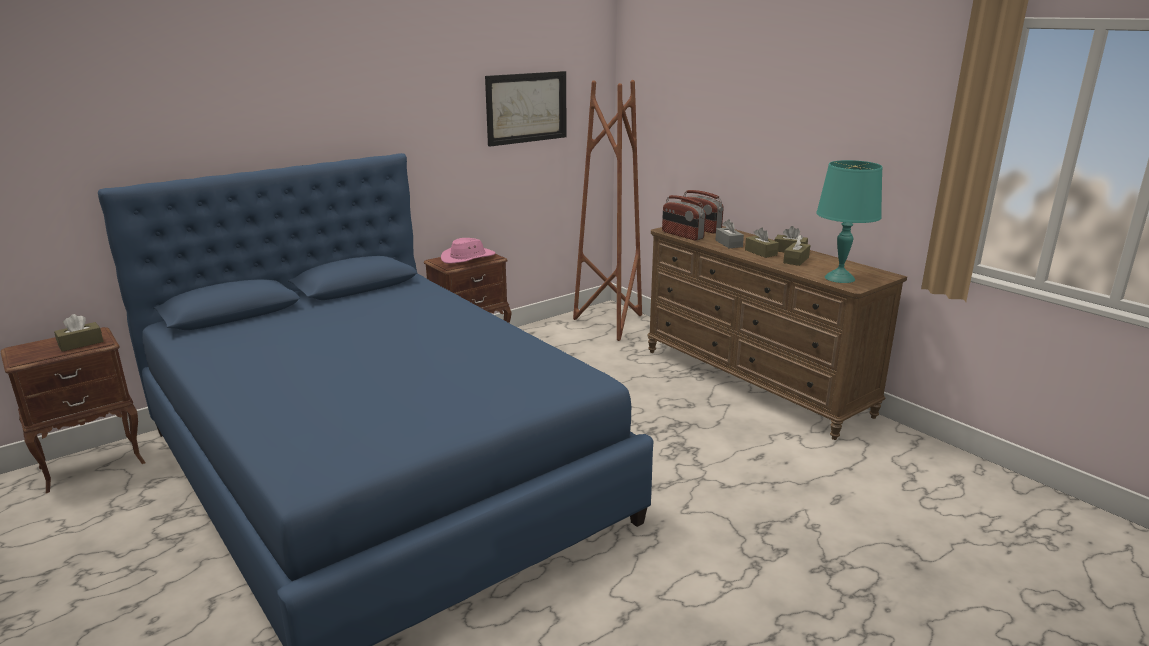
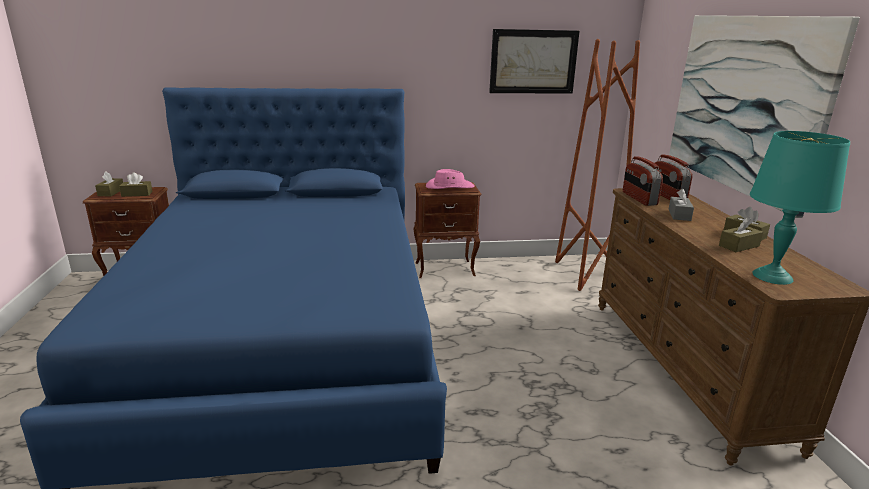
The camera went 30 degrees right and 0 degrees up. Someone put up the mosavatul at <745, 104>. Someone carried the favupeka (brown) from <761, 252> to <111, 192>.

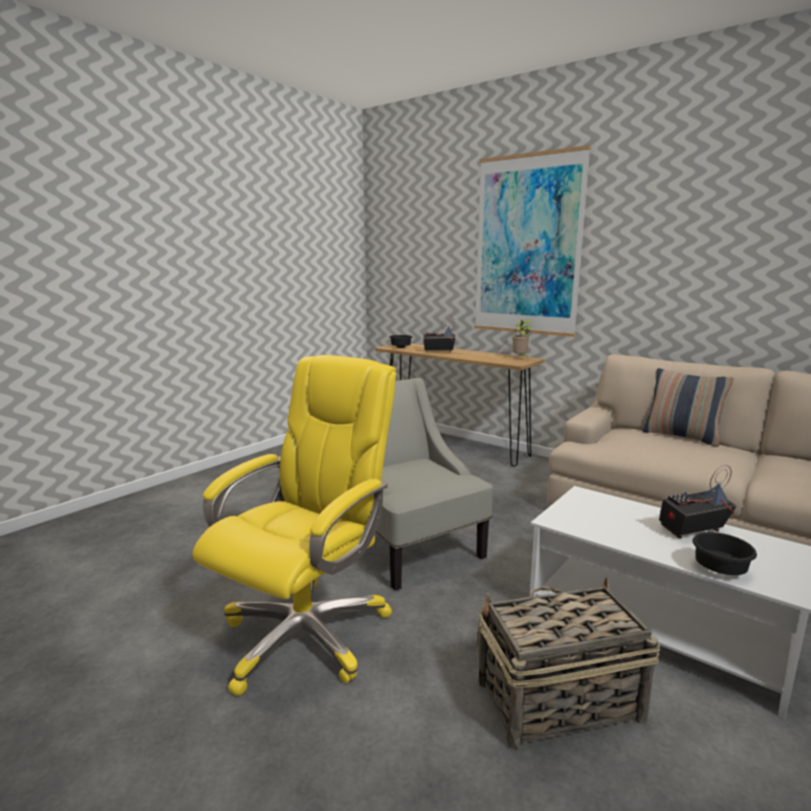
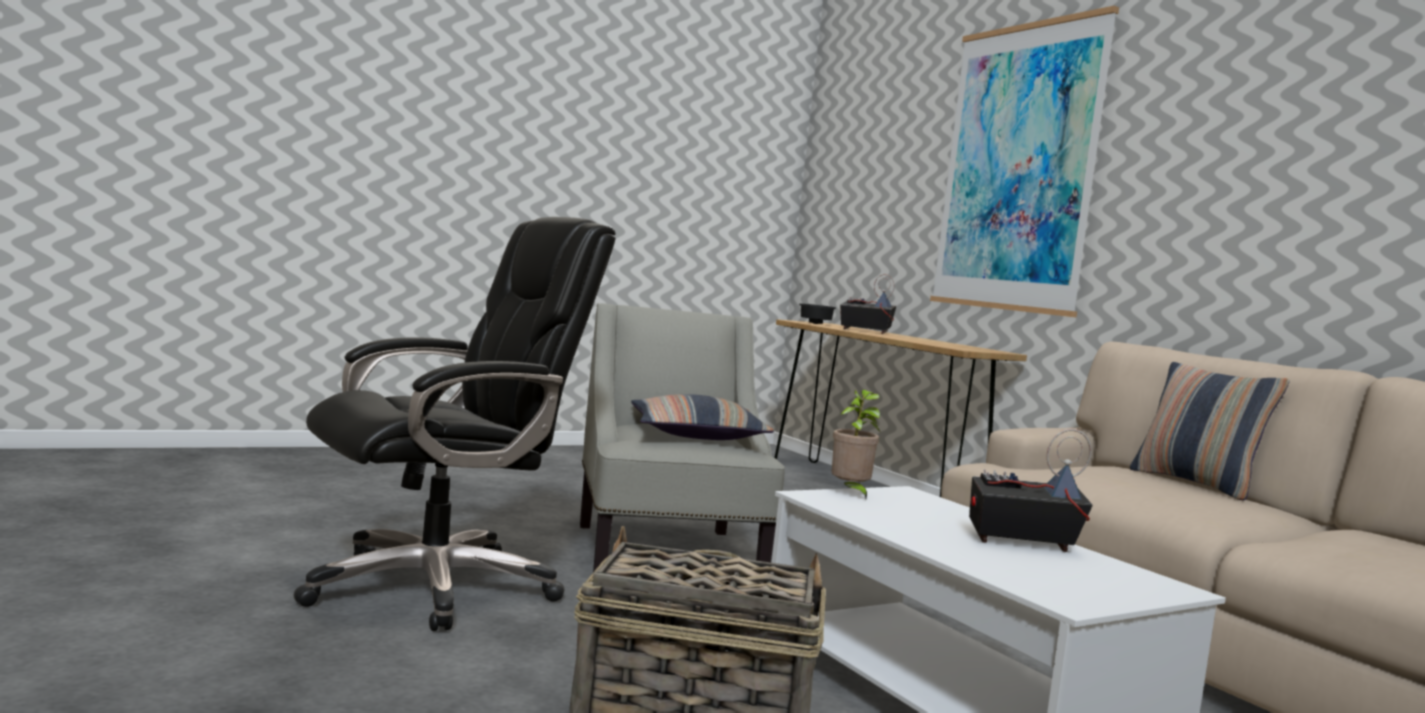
The camera went 20 degrees right and 10 degrees down. Someone took away the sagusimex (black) at <718, 568>. Someone put down the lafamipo at <696, 435>. Someone carried the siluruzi from <520, 358> to <850, 493>. Someone repainted the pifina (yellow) at <306, 633>, which became the pifina (black) at <437, 587>.

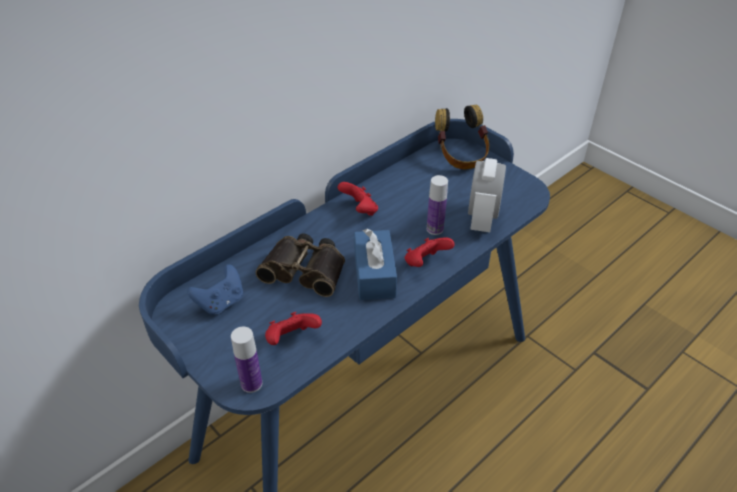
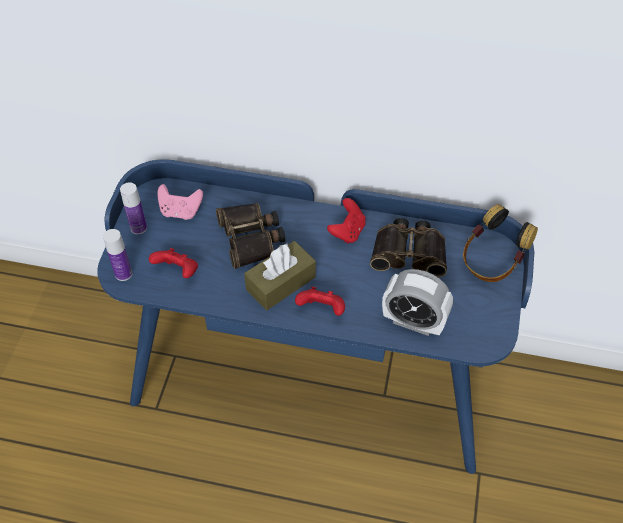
The camera went 55 degrees right and 10 degrees up. Someone put down the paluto at <409, 252>. Someone carried the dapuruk from <435, 229> to <138, 228>. Someone repainted the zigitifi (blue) at <221, 302>, which became the zigitifi (pink) at <181, 211>. Someone repainted the favupeka (blue) at <374, 274>, which became the favupeka (brown) at <281, 283>. Someone rotated the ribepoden at <482, 219> by 135 degrees counterclockwise.

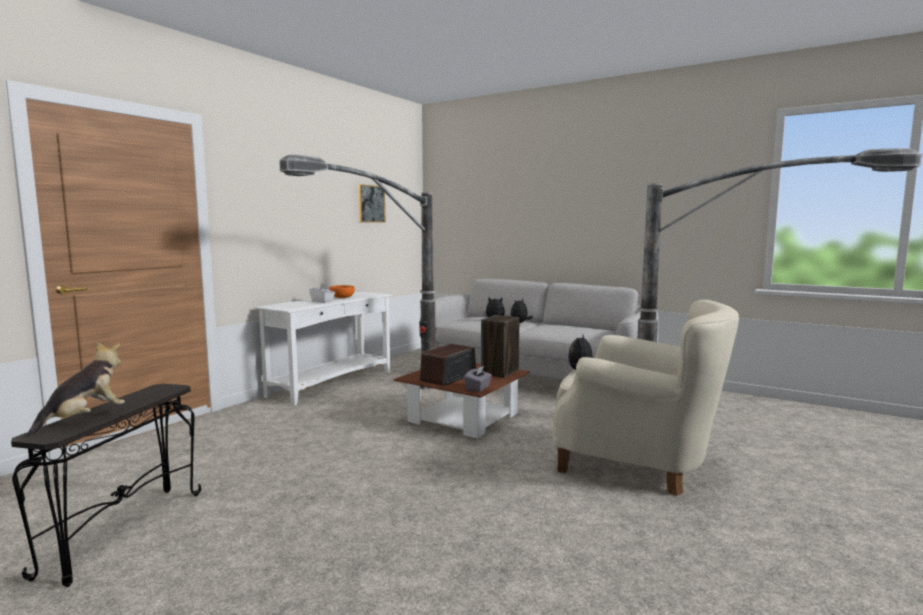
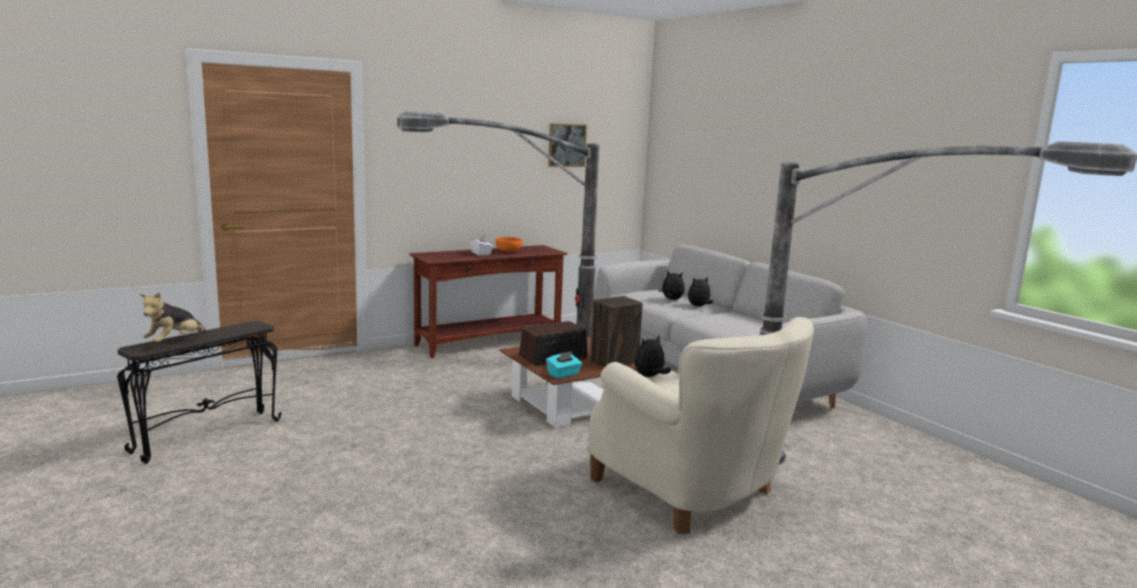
The camera went 25 degrees right and 5 degrees up. Someone repainted the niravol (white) at <332, 384>, which became the niravol (brown) at <489, 342>. Someone repainted the favupeka (grey) at <478, 388>, which became the favupeka (turquoise) at <563, 375>. Someone rotated the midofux at <85, 419> by 150 degrees clockwise.

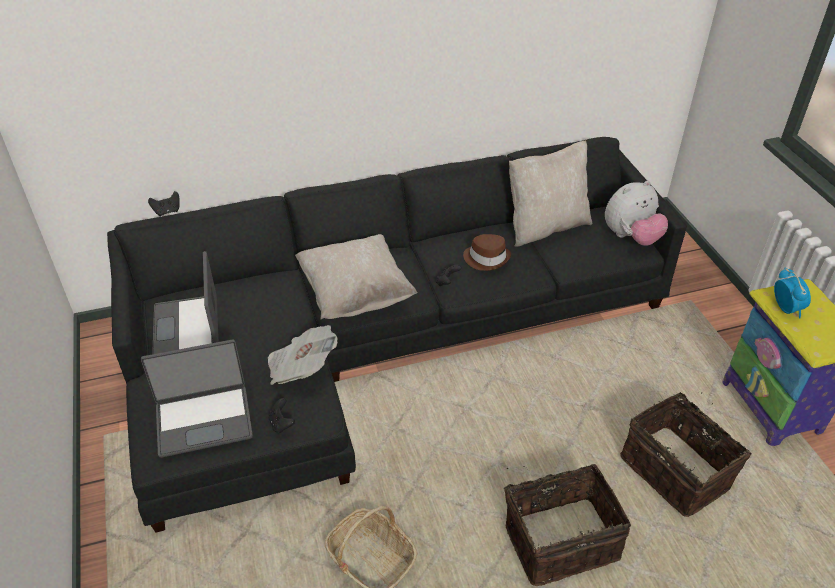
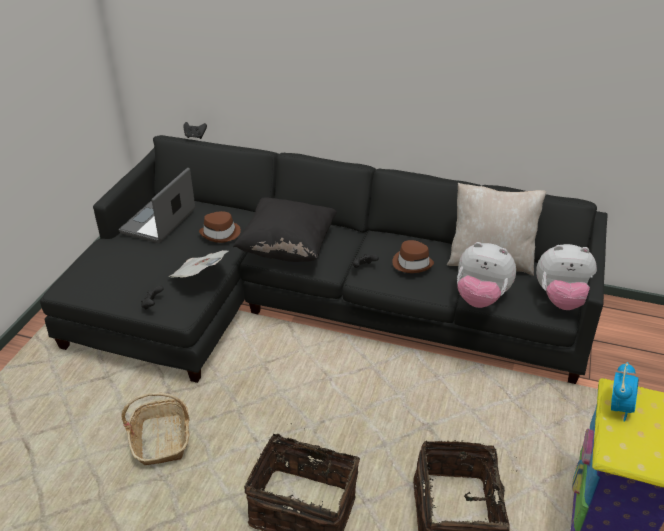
The camera went 35 degrees right and 5 degrees down. Someone took away the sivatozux at <204, 420>. Someone put down the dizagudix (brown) at <221, 233>. Someone put down the midofux at <480, 298>. Someone repainted the lafamipo (beige) at <355, 295>, which became the lafamipo (black) at <287, 248>.

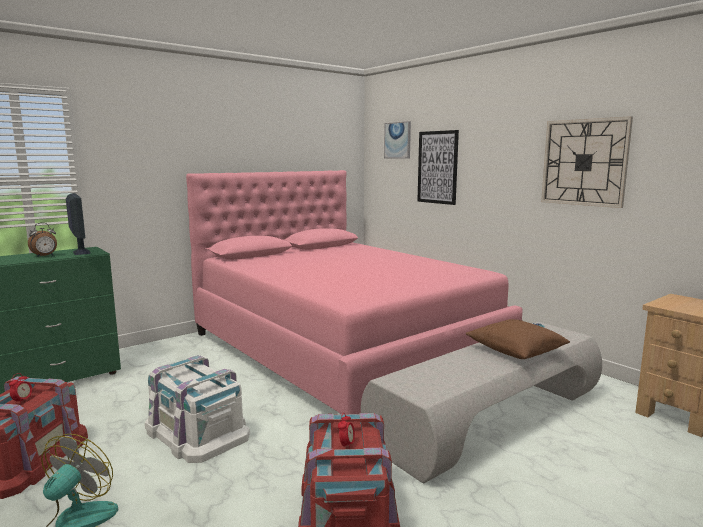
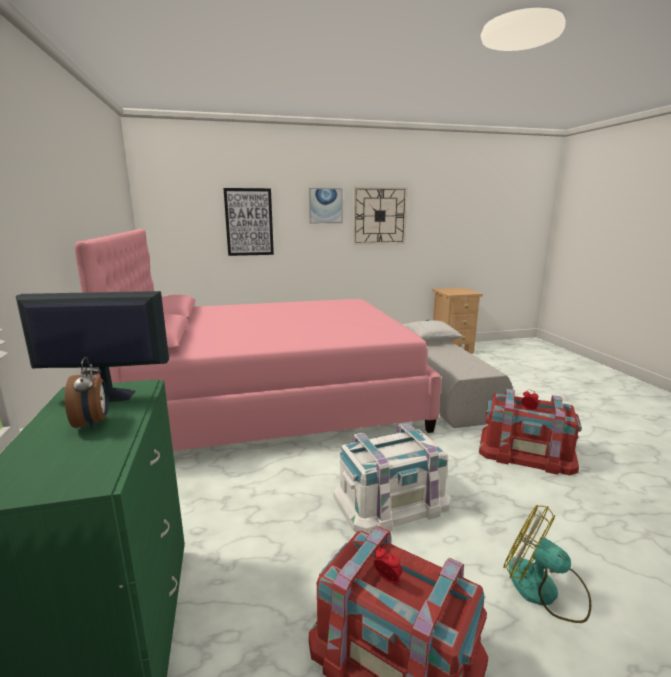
The camera went 65 degrees left and 5 degrees up. Someone carried the mosavatul from <397, 140> to <325, 205>. Someone repainted the lafamipo (brown) at <516, 351>, which became the lafamipo (grey) at <431, 339>.

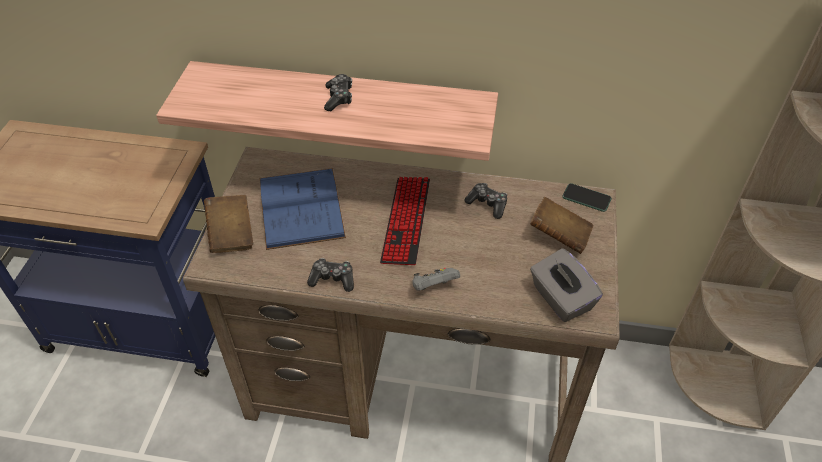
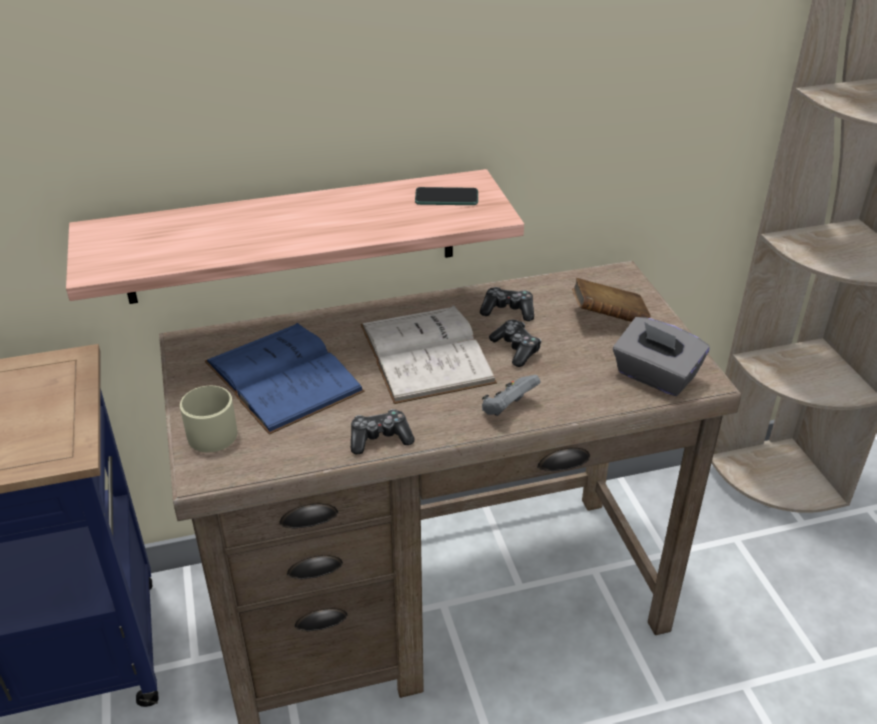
The camera went 25 degrees left and 10 degrees down. Someone carried the zigitifi from <339, 98> to <516, 349>. Someone carried the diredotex from <586, 198> to <446, 198>. Someone swapped the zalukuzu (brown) at <231, 234> for the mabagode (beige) at <209, 431>. Someone swapped the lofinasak at <406, 221> for the zalukuzu (white) at <426, 353>.

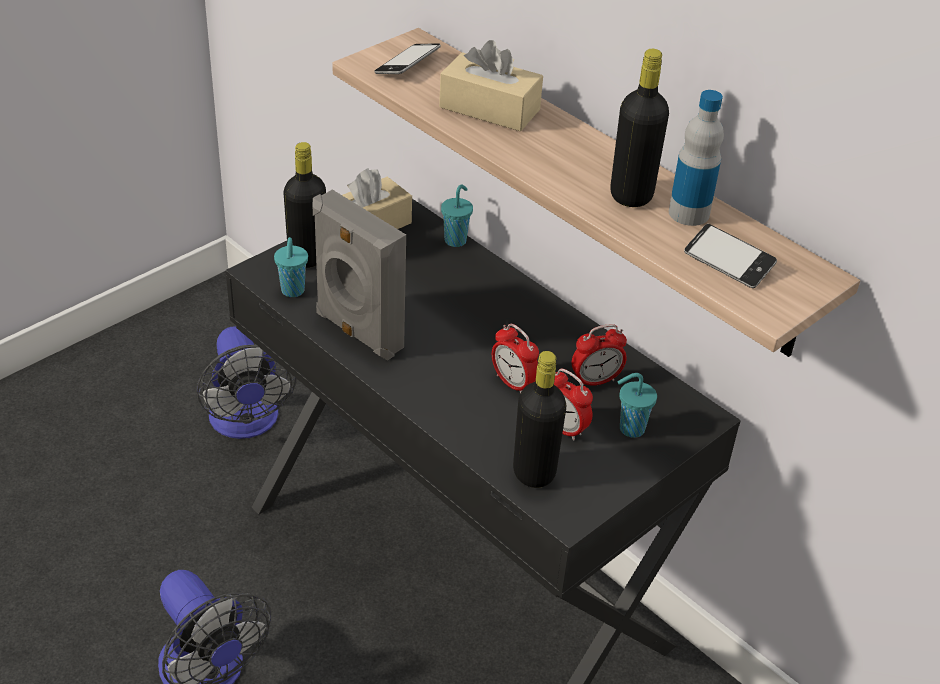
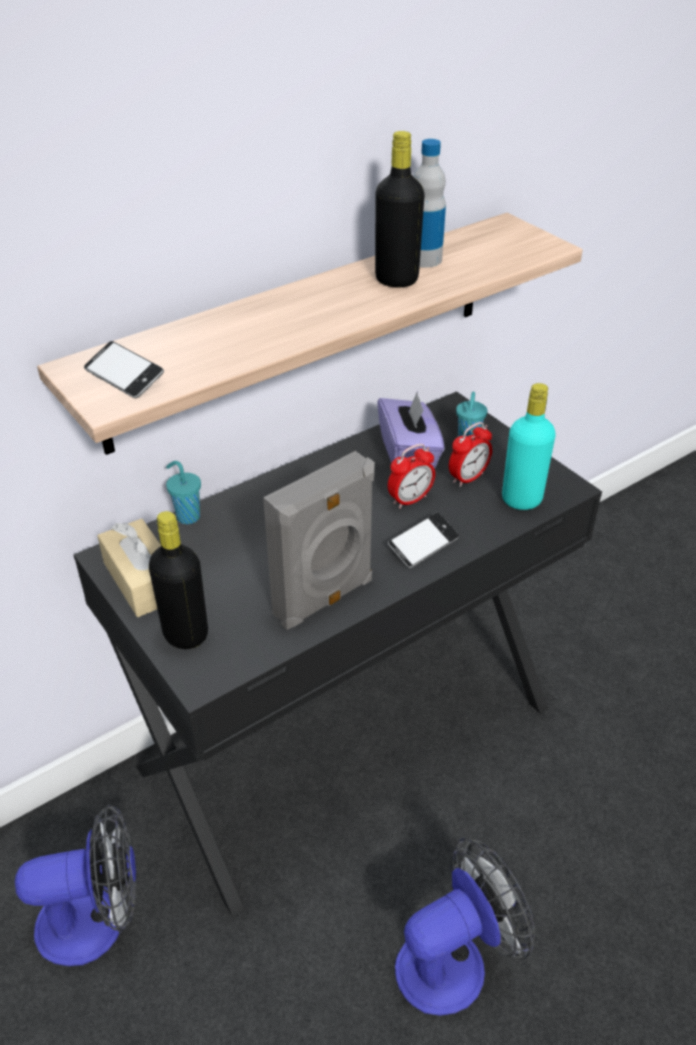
The camera went 80 degrees left and 0 degrees up. Someone took away the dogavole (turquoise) at <292, 291>. Someone took away the favupeka (beige) at <489, 108>. Someone carried the diredotex from <728, 262> to <423, 545>. Someone swapped the ribepoden at <595, 380> for the favupeka (purple) at <409, 453>. Someone repainted the dapuruk (black) at <534, 472>, which became the dapuruk (turquoise) at <521, 499>.

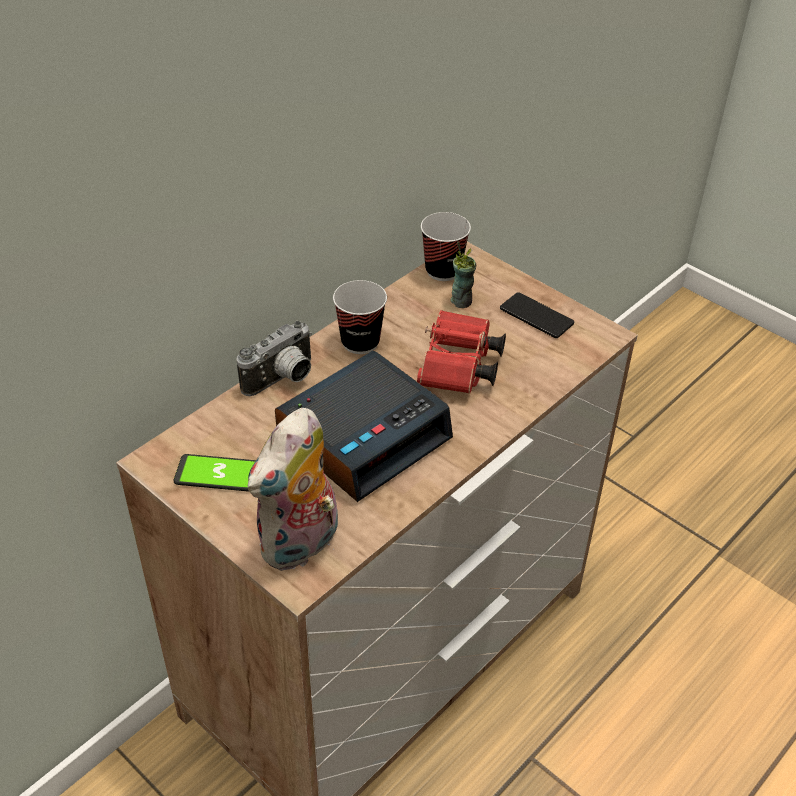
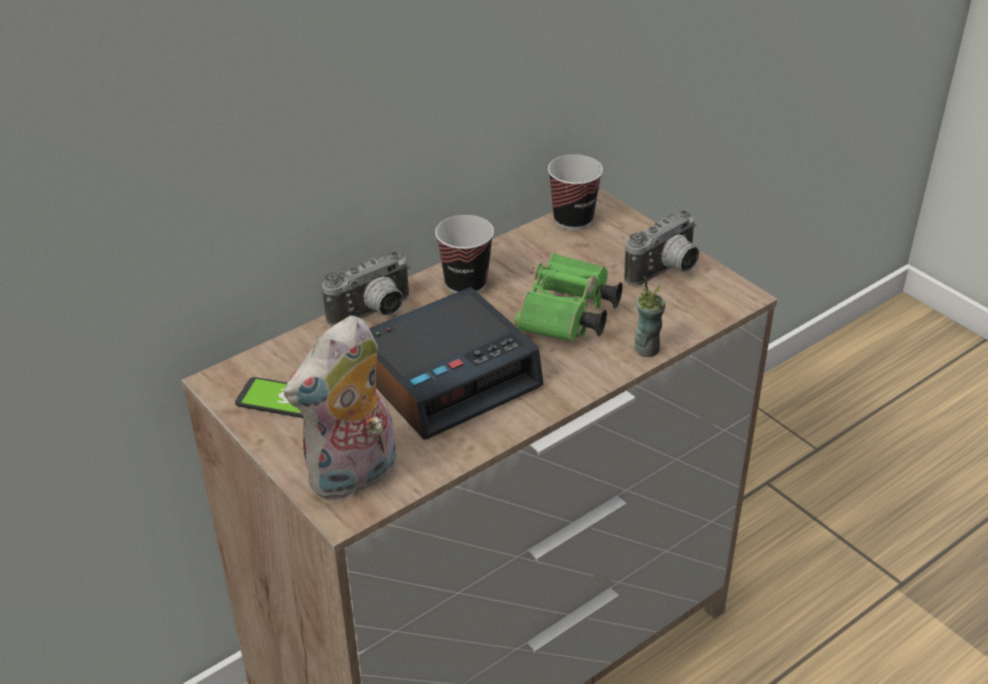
The camera went 10 degrees right and 5 degrees down. Someone carried the dogavole from <461, 301> to <647, 348>. Someone swapped the diredotex at <536, 316> for the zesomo at <666, 272>. Someone repainted the paluto (red) at <459, 369>, which became the paluto (green) at <567, 318>.

